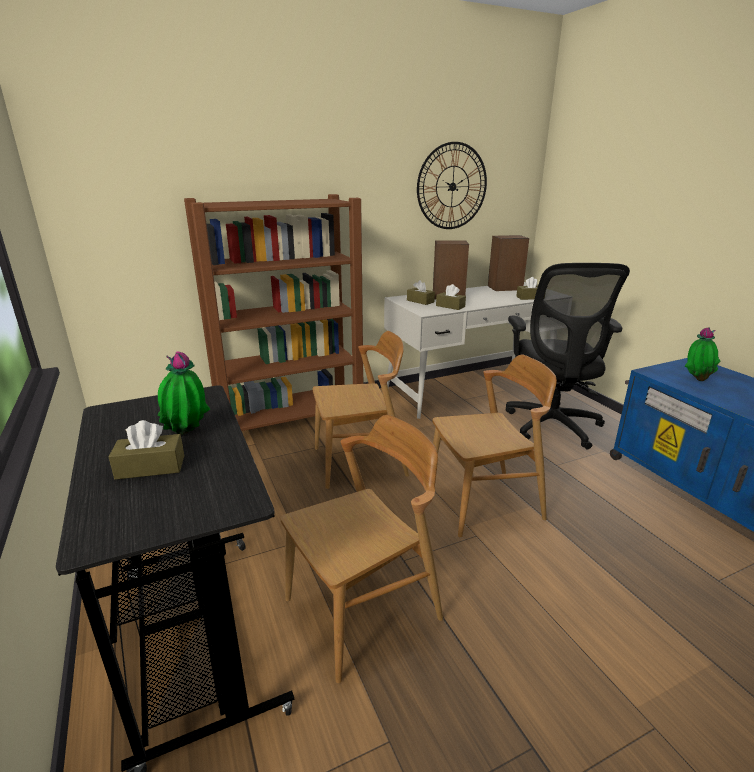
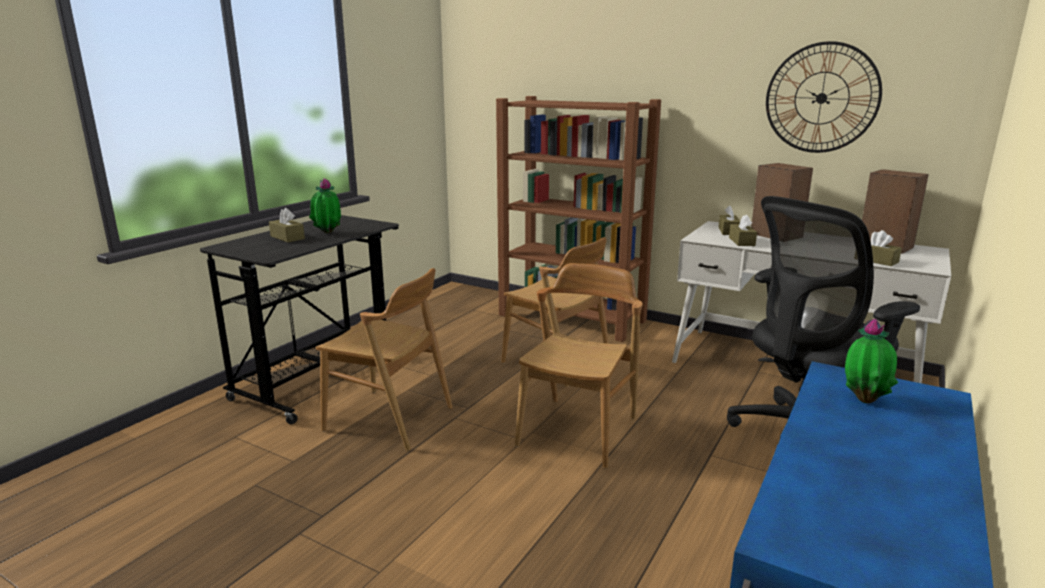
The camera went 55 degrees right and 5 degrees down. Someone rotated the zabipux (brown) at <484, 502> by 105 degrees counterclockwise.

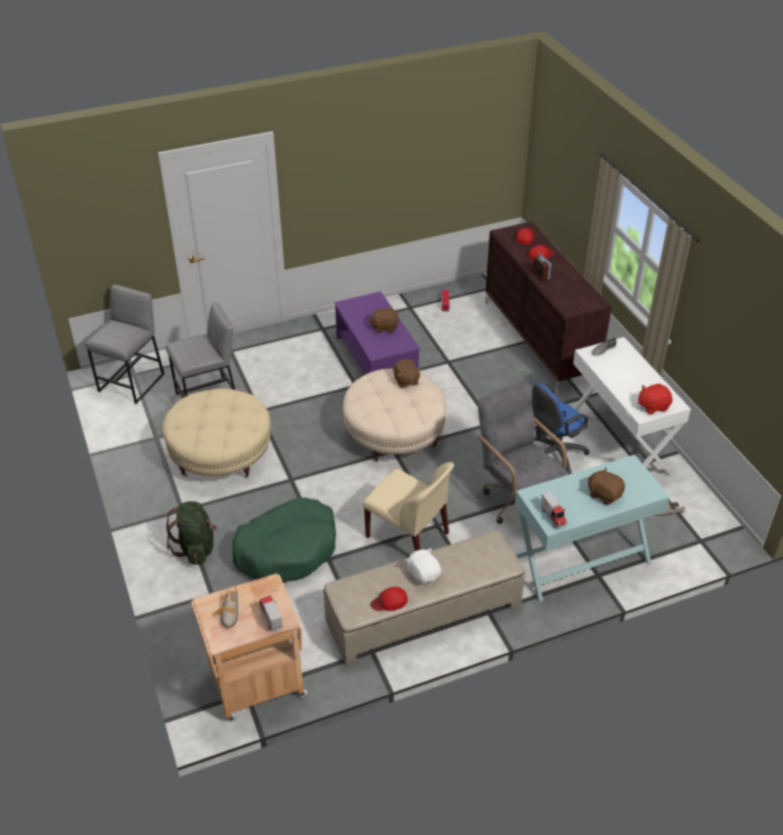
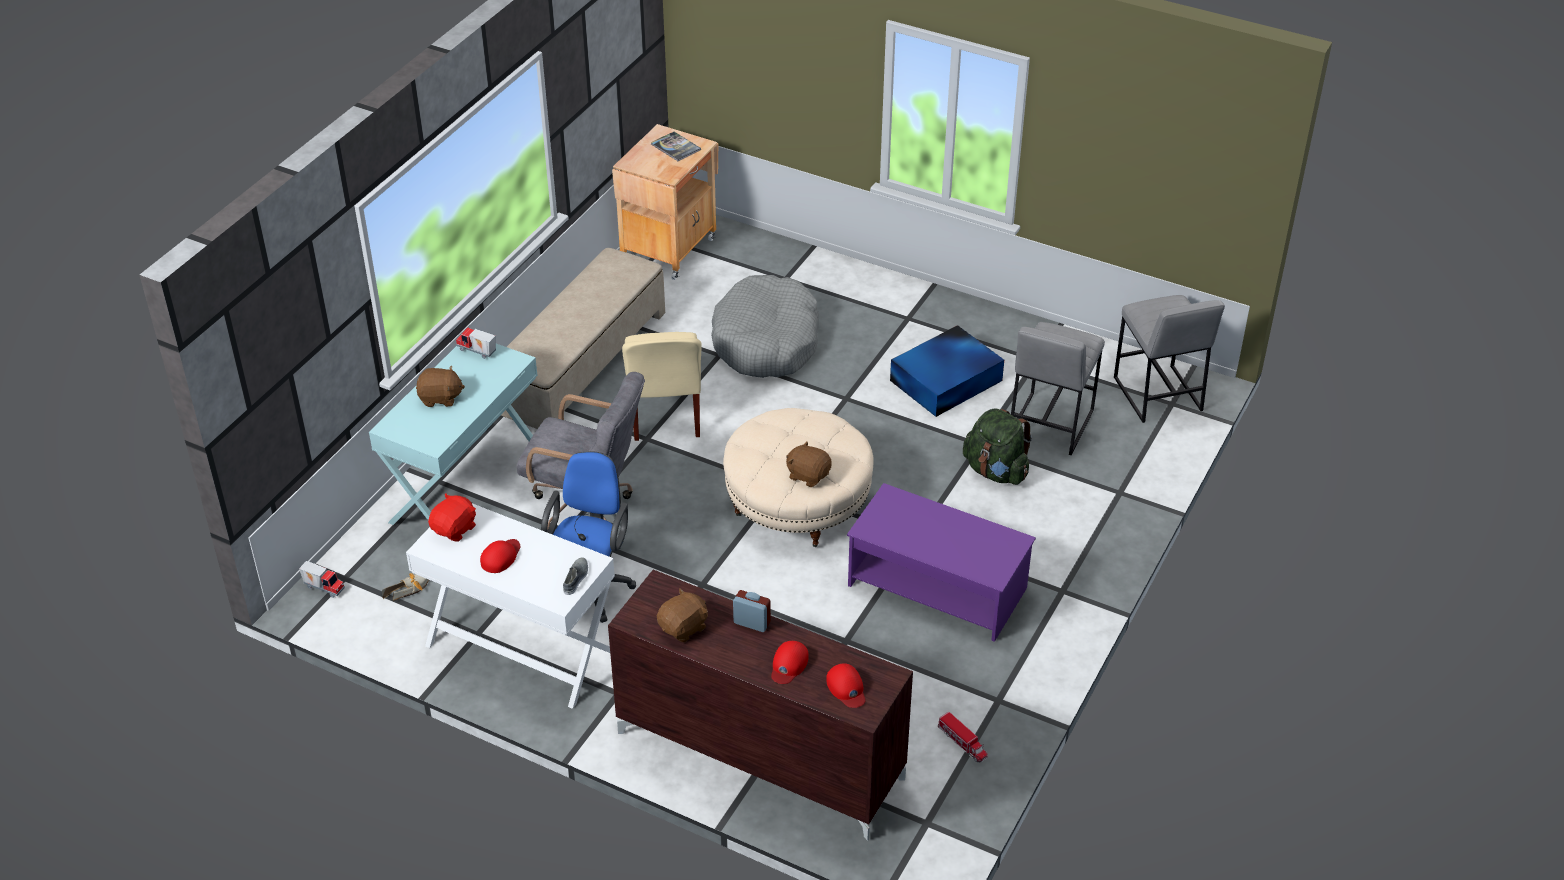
The camera went 140 degrees right and 0 degrees up. Someone took away the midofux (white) at <423, 574>. Someone carried the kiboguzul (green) from <196, 548> to <996, 471>. Someone carried the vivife from <270, 618> to <324, 587>. Someone carried the midofux (brown) from <384, 327> to <684, 628>. Someone carried the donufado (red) from <389, 601> to <501, 557>. Someone swapped the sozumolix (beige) at <221, 455> for the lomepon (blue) at <947, 380>. Someone swapped the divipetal at <229, 614> for the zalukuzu at <675, 147>. Someone repainted the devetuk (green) at <287, 549>, which became the devetuk (grey) at <766, 341>. Someone rotated the zabipux (beige) at <409, 536> by 90 degrees counterclockwise.

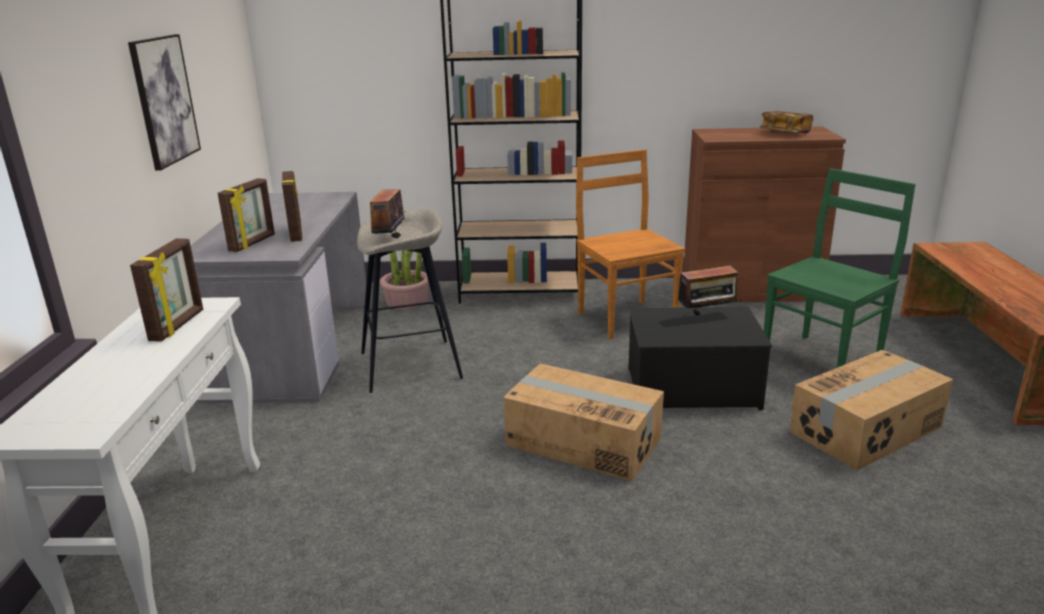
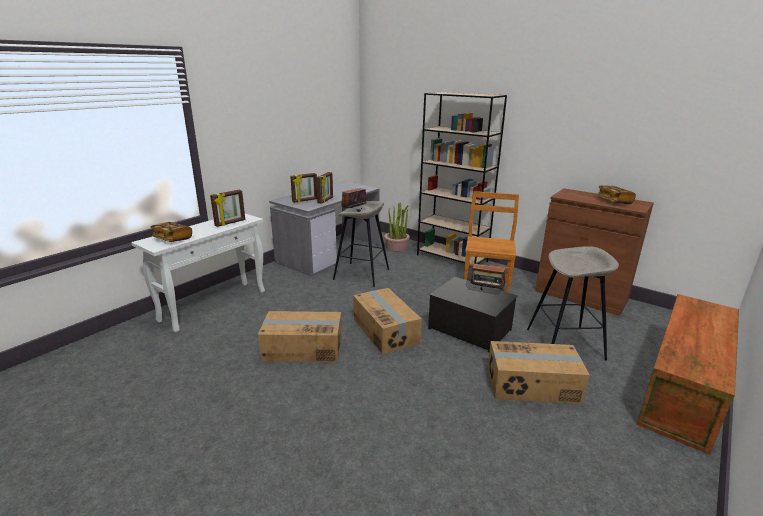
The camera went 35 degrees right and 0 degrees up. Someone took away the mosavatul at <164, 100>. Someone put down the zalukuzu at <172, 239>. Someone put down the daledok at <303, 348>. Someone swapped the zabipux (green) at <822, 360> for the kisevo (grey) at <565, 344>.

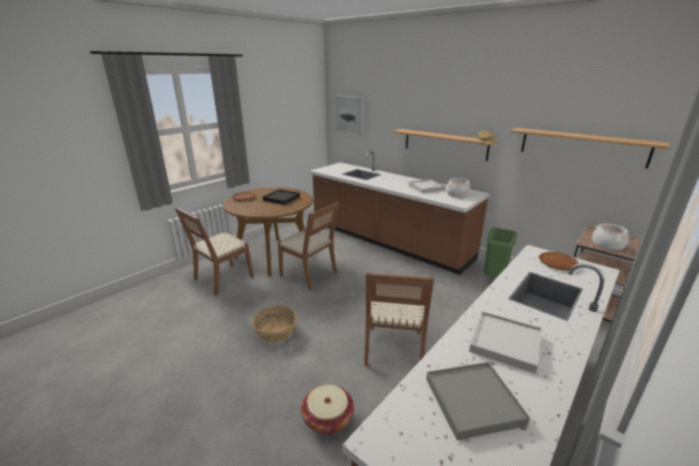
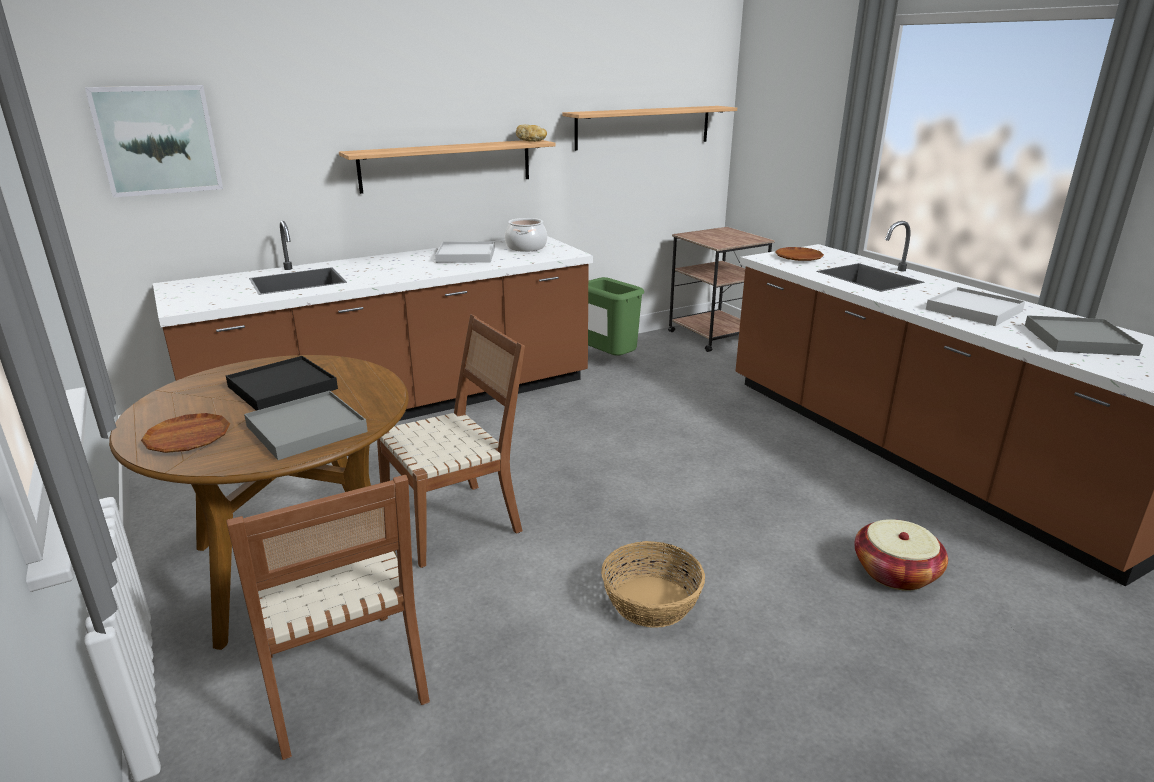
The camera went 70 degrees left and 0 degrees up. Someone took away the zabipux at <393, 351>. Someone took away the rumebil at <607, 245>. Someone put down the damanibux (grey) at <306, 429>.

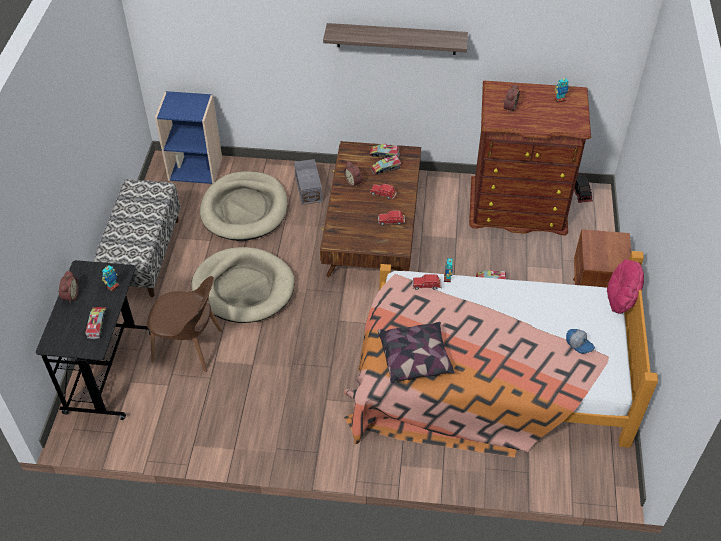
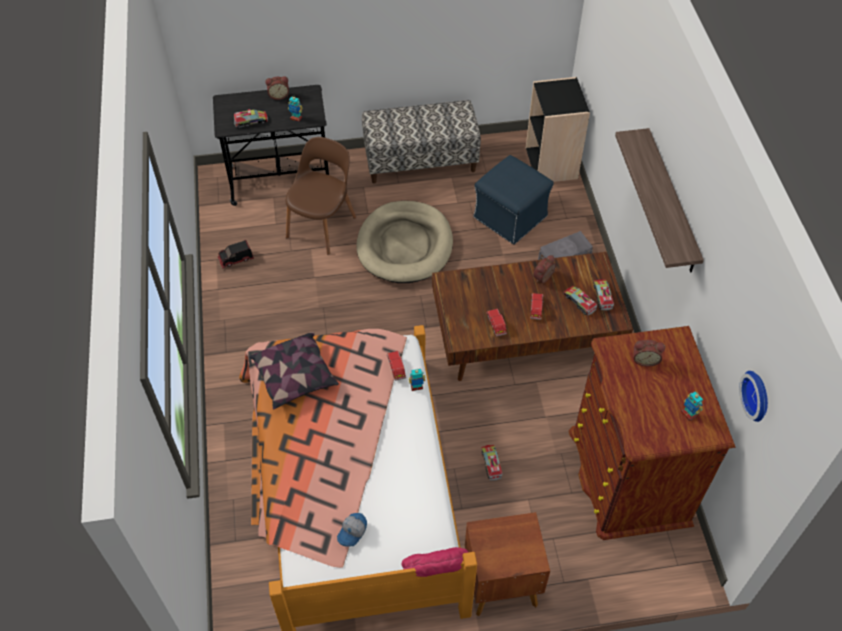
The camera went 75 degrees right and 5 degrees up. Someone put up the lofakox at <758, 395>. Someone carried the vivife from <581, 193> to <236, 259>. Someone swapped the devetuk (beige) at <244, 209> for the sozumolix (blue) at <511, 217>. Someone repainted the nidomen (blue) at <196, 168>, which became the nidomen (black) at <552, 163>. Someone rotated the zabipux (brown) at <189, 346> by 150 degrees counterclockwise.

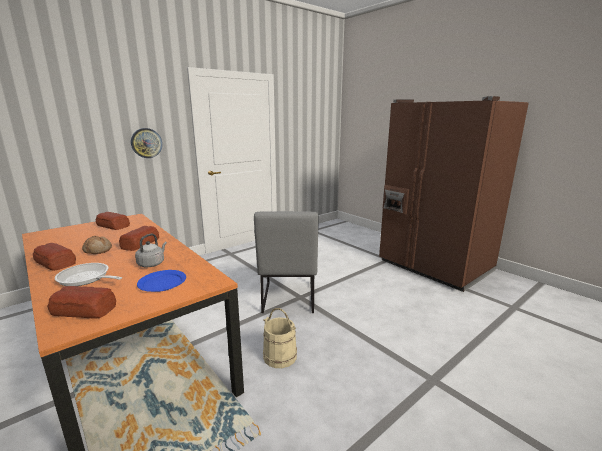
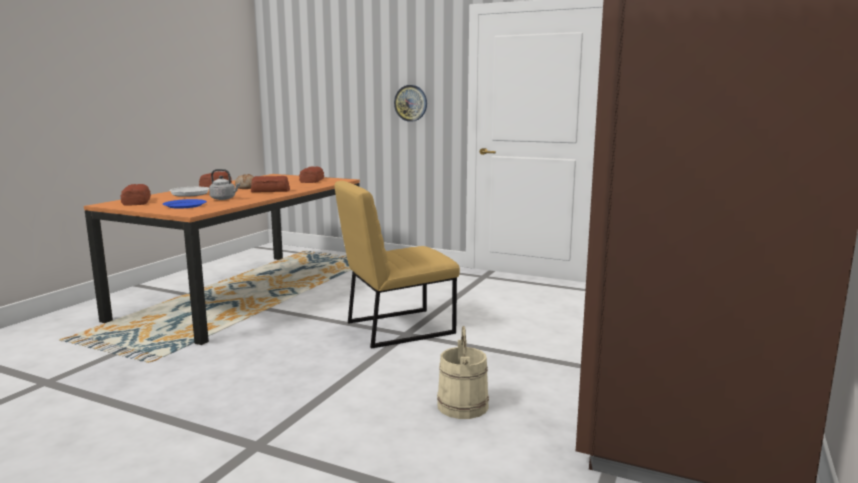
The camera went 65 degrees right and 5 degrees down. Someone carried the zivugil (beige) from <280, 356> to <463, 406>. Someone repainted the zabipux (grey) at <288, 298>, which became the zabipux (yellow) at <397, 328>.

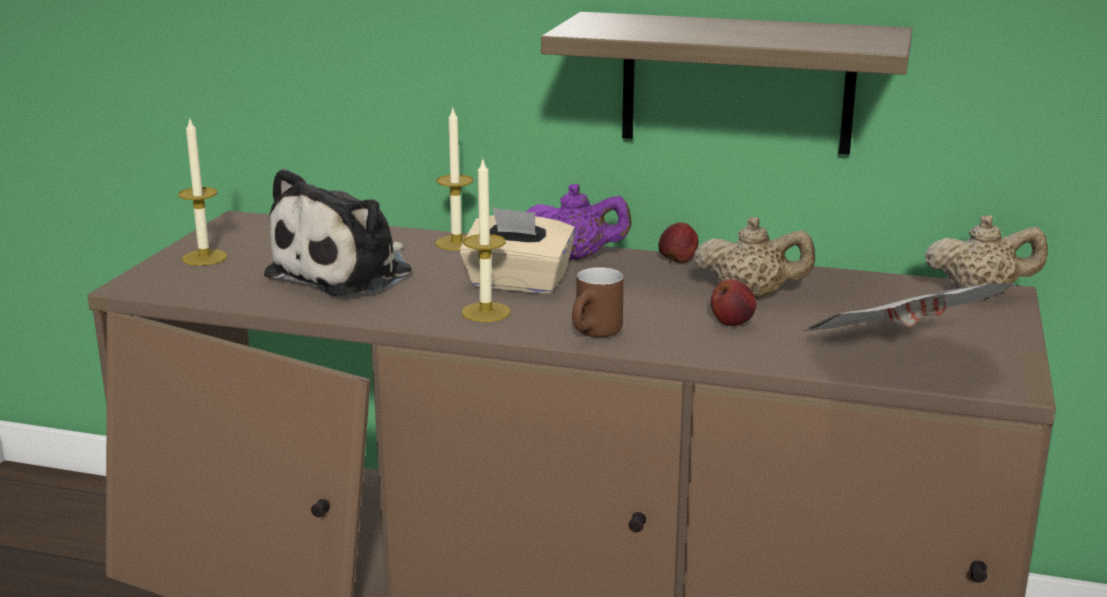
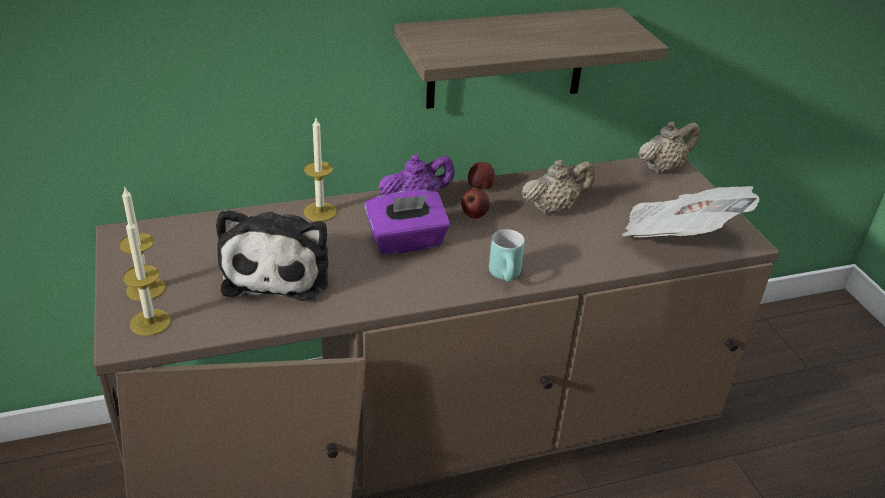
The camera went 35 degrees left and 15 degrees up. Someone carried the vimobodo from <486, 312> to <150, 322>. Someone carried the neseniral from <732, 323> to <474, 215>. Someone repainted the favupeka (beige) at <517, 283>, which became the favupeka (purple) at <406, 242>. Someone repainted the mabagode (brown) at <596, 335>, which became the mabagode (turquoise) at <507, 277>.

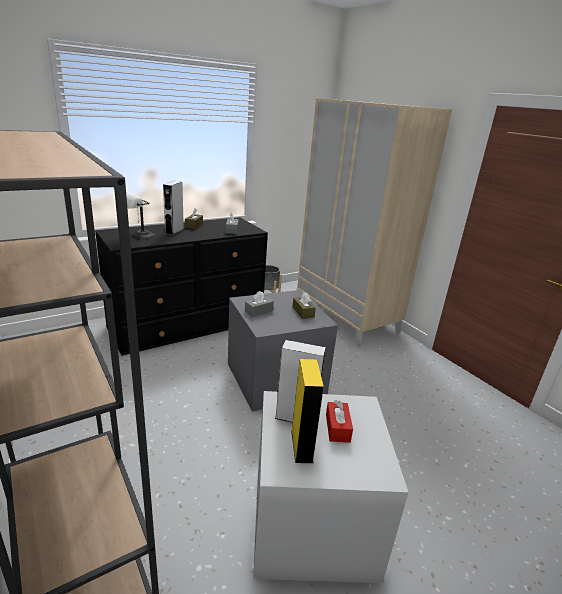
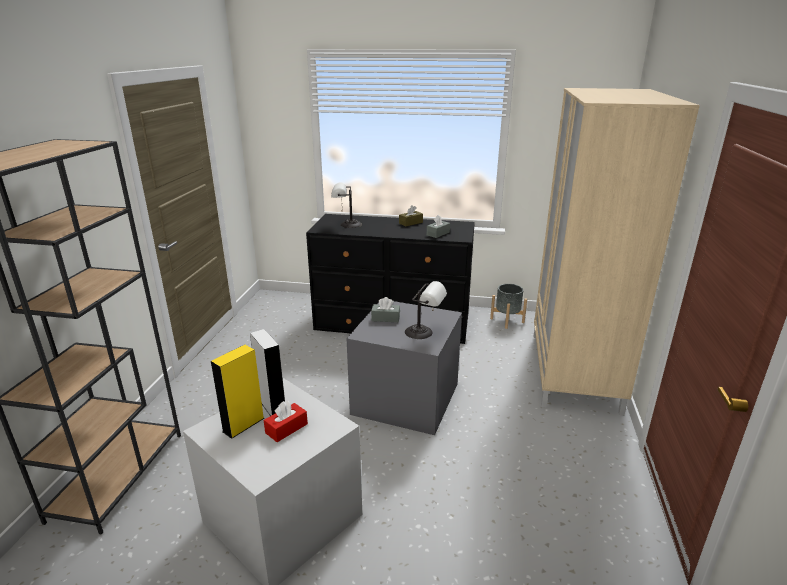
The camera went 45 degrees right and 0 degrees up. Someone took away the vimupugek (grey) at <174, 231>. Someone swapped the favupeka (brown) at <303, 312> for the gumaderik at <424, 333>.

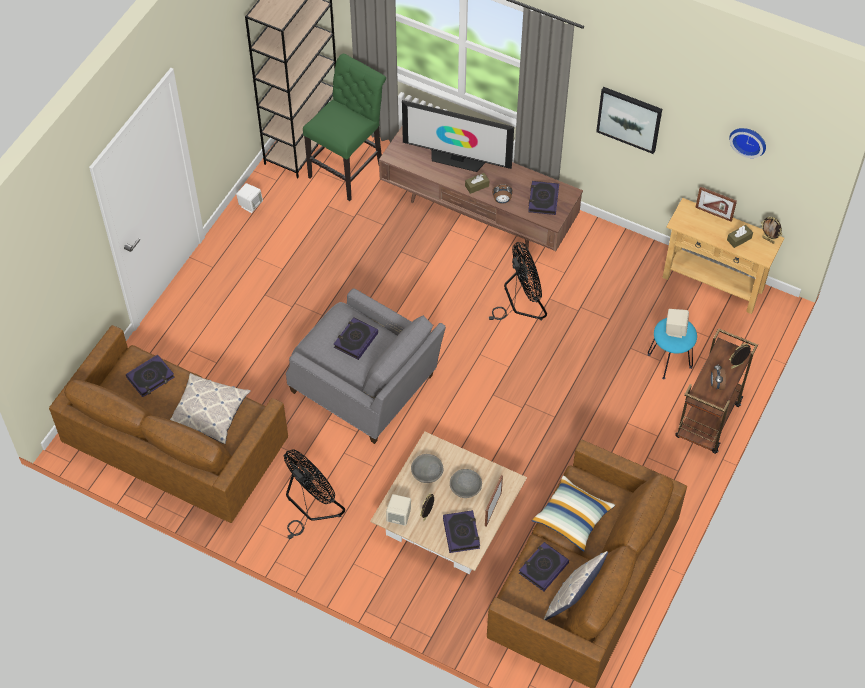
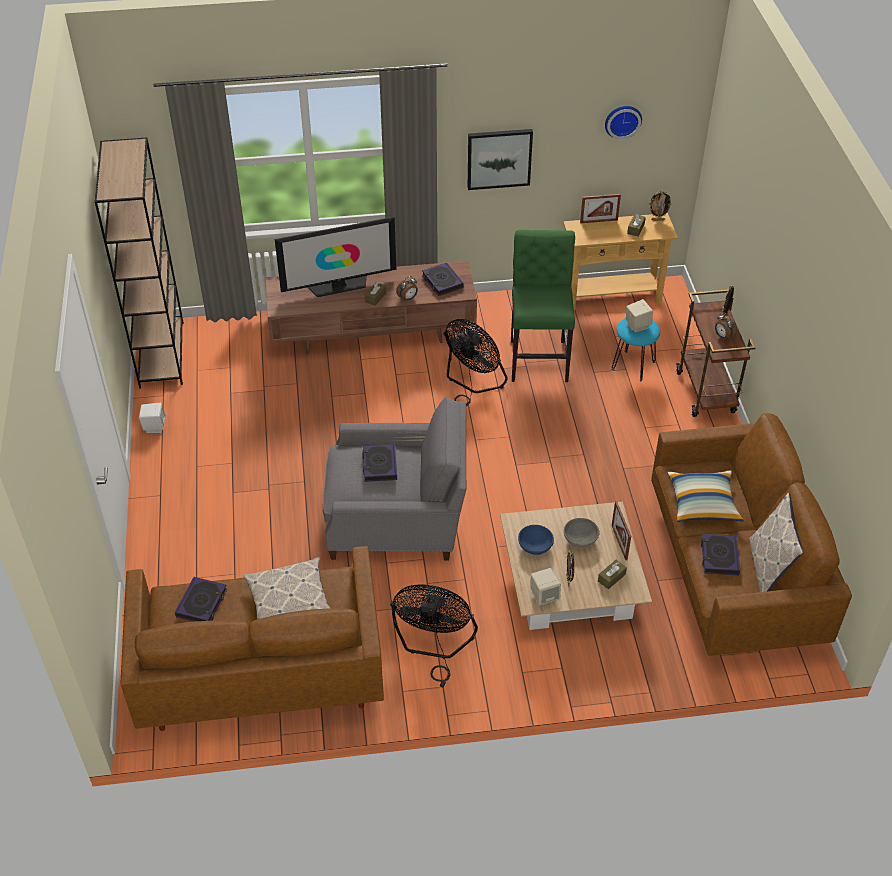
The camera went 35 degrees left and 10 degrees down. Someone carried the kisevo (green) from <349, 169> to <539, 358>. Someone swapped the zalukuzu at <461, 533> for the favupeka (brown) at <611, 577>. Someone repainted the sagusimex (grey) at <427, 474>, which became the sagusimex (blue) at <535, 546>.

